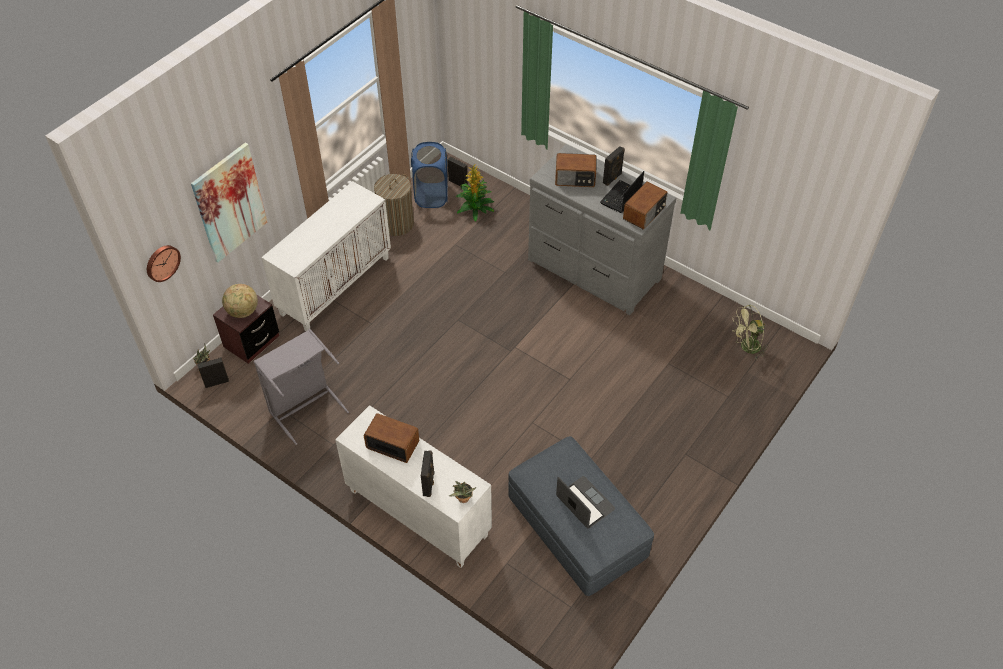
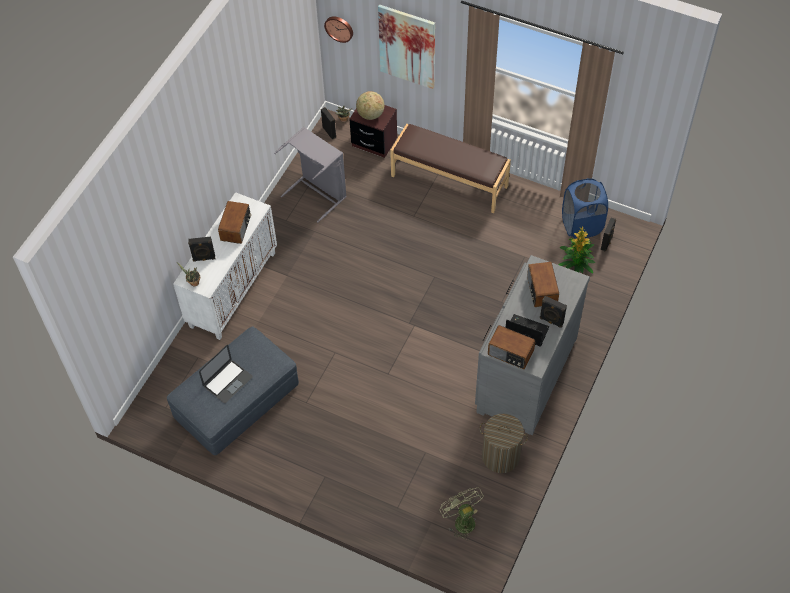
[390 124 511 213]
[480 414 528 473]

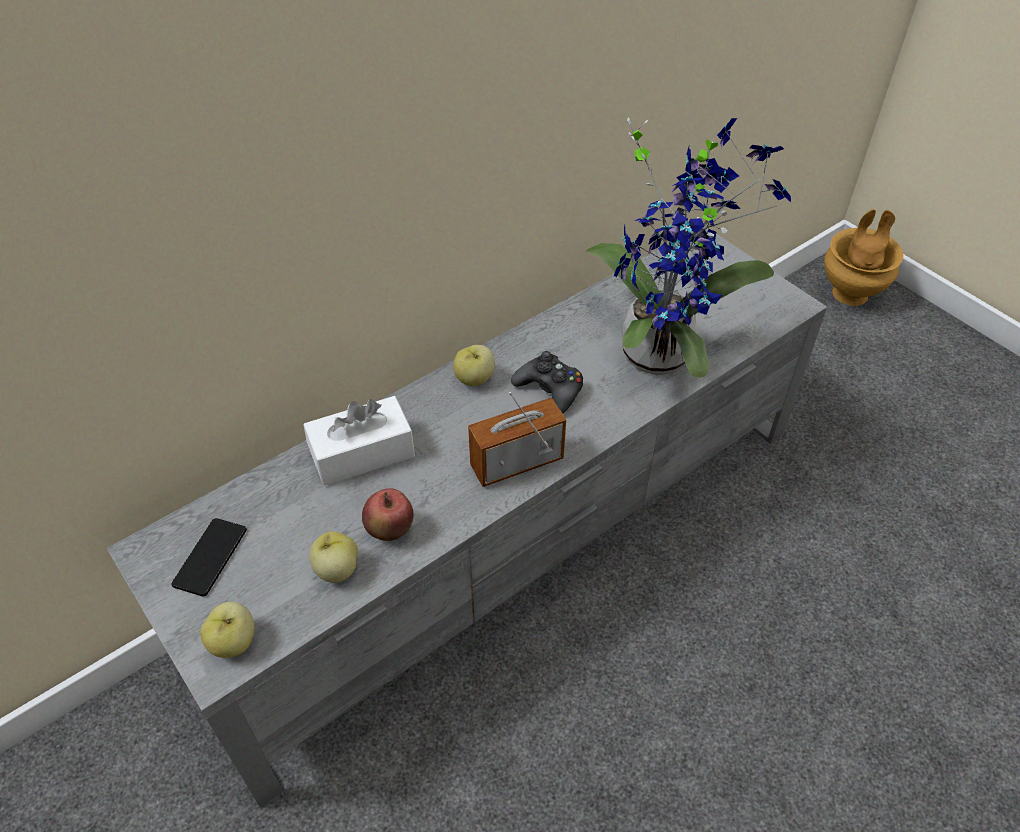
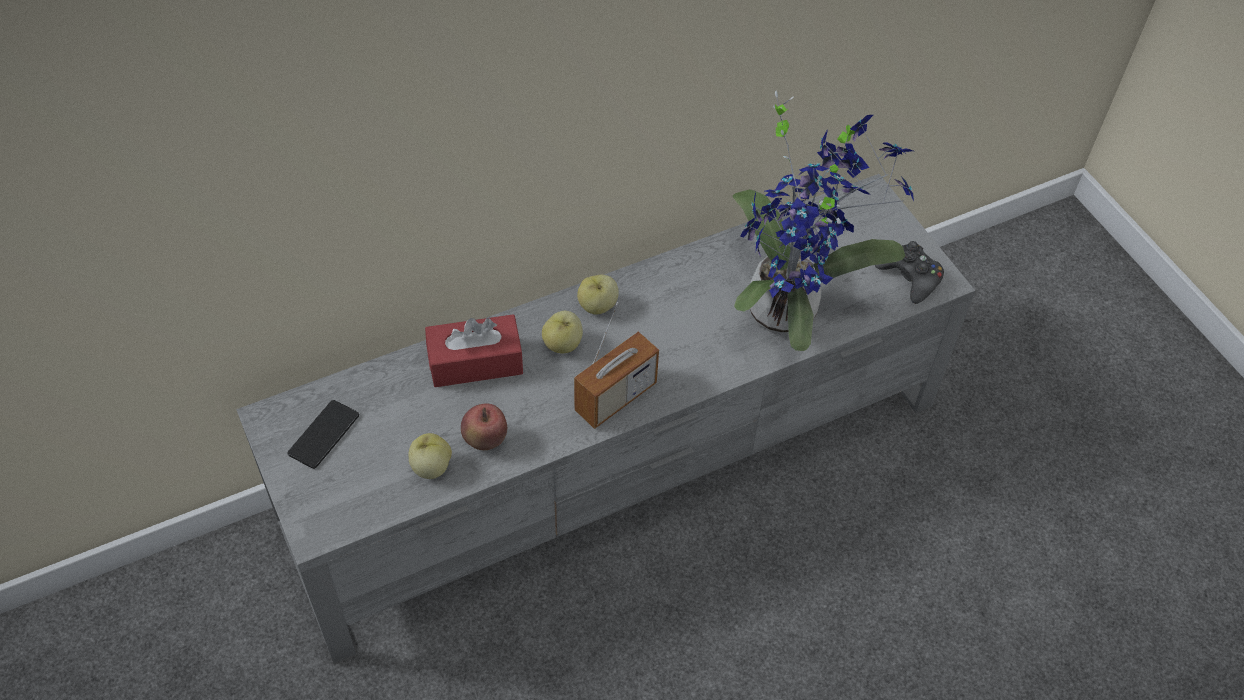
[542 311 583 353]
[425 314 523 387]
[574 302 659 429]
[875 241 944 304]
[824 209 904 306] (first image)

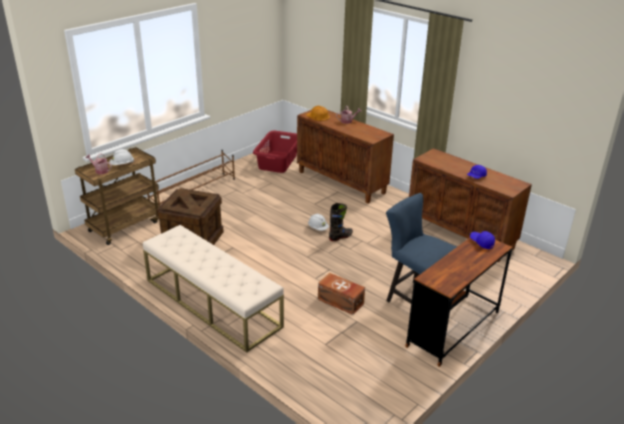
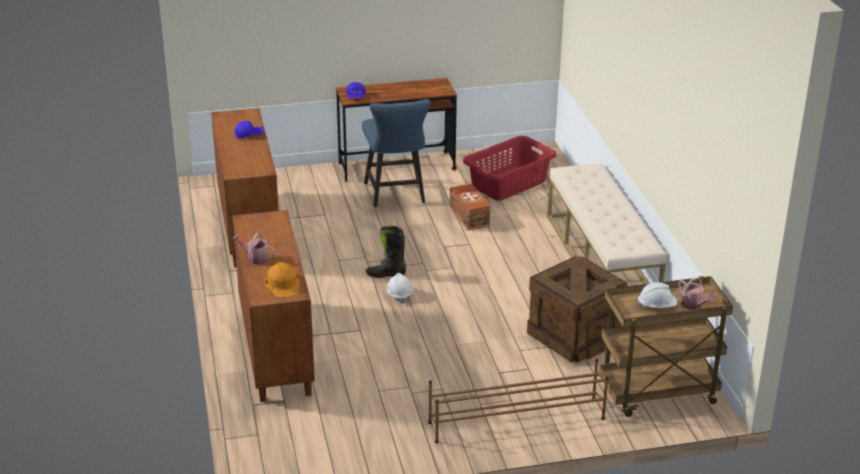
[463 136 557 201]

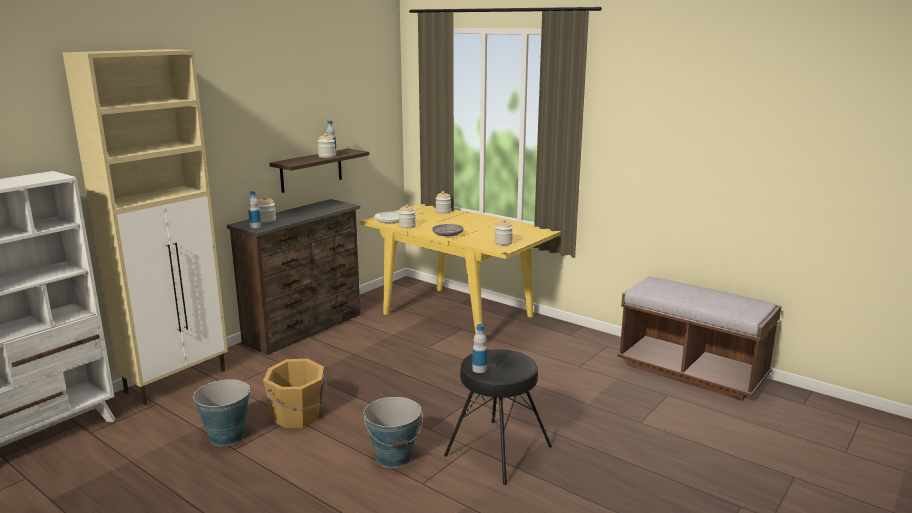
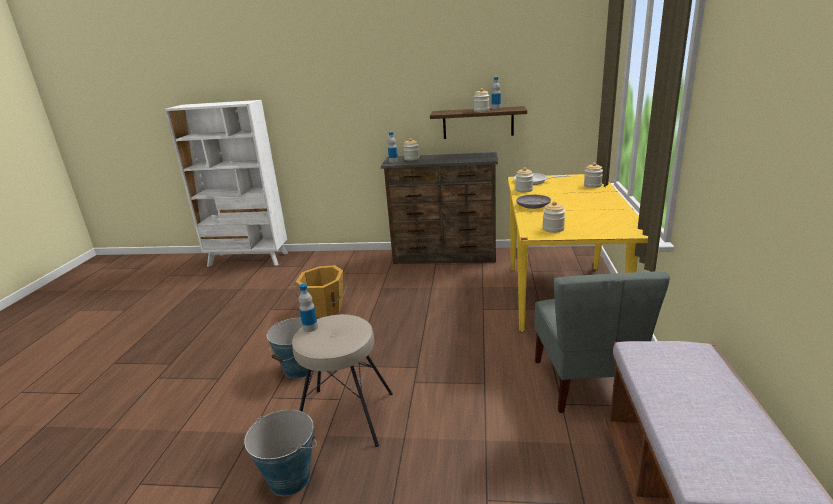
[63 49 228 405] (first image)
[244 409 317 496]
[292 314 393 447]
[535 272 670 413]

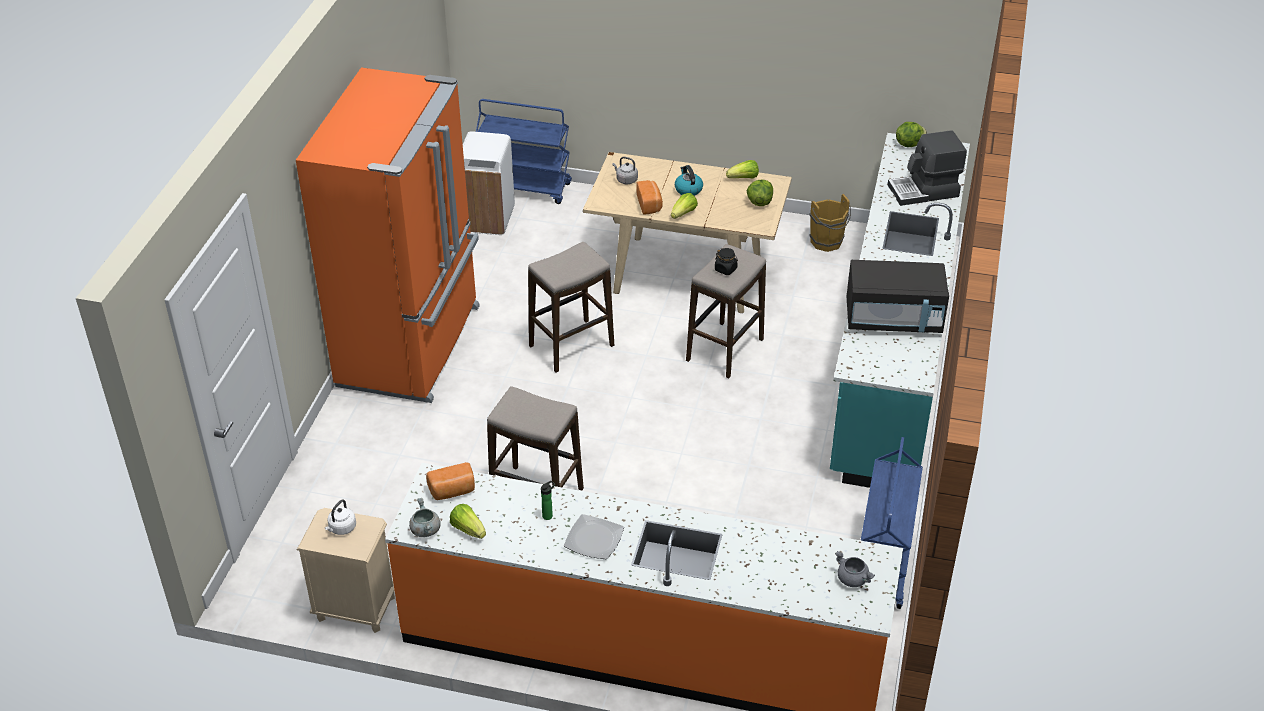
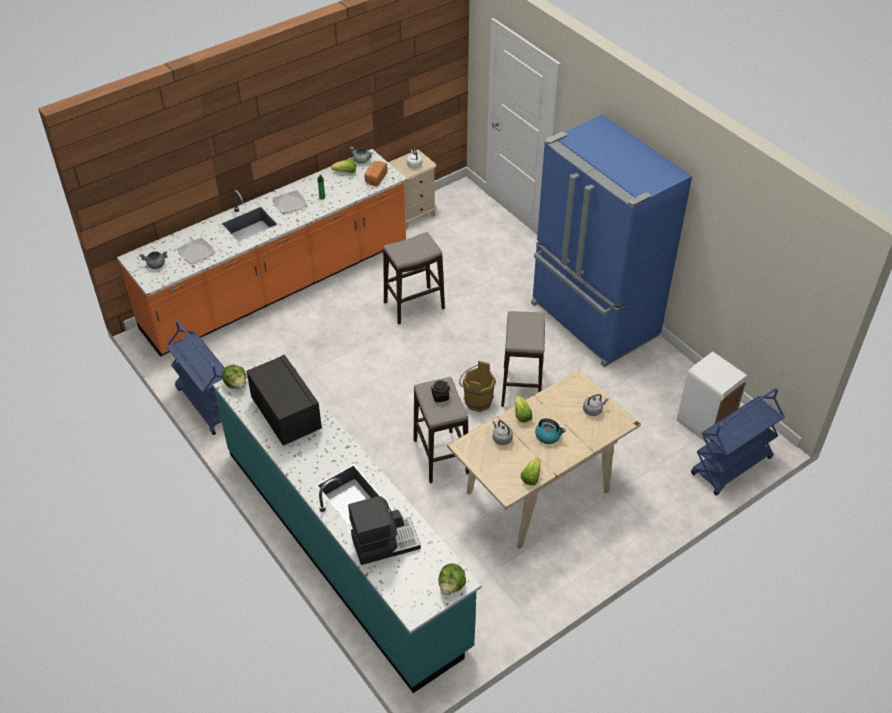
[531 114 692 367]
[636 180 663 214] (first image)
[222 365 246 389]
[459 361 496 412]
[246 355 322 446]
[348 496 421 565]
[177 238 215 264]
[492 420 513 445]

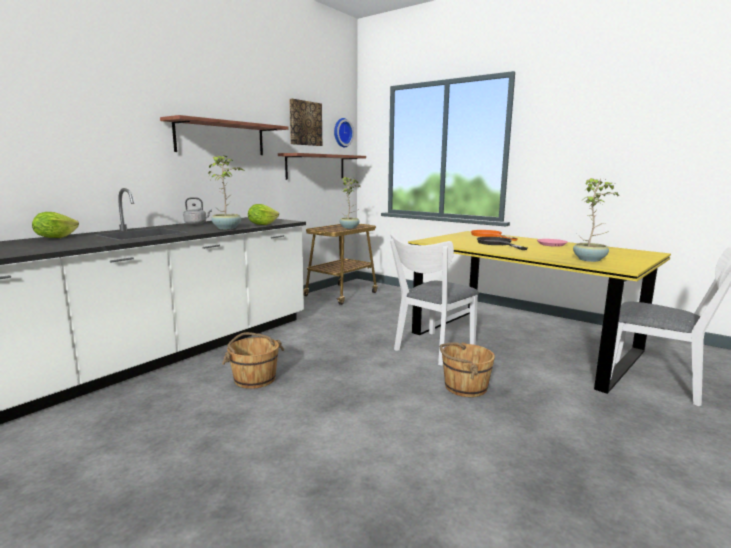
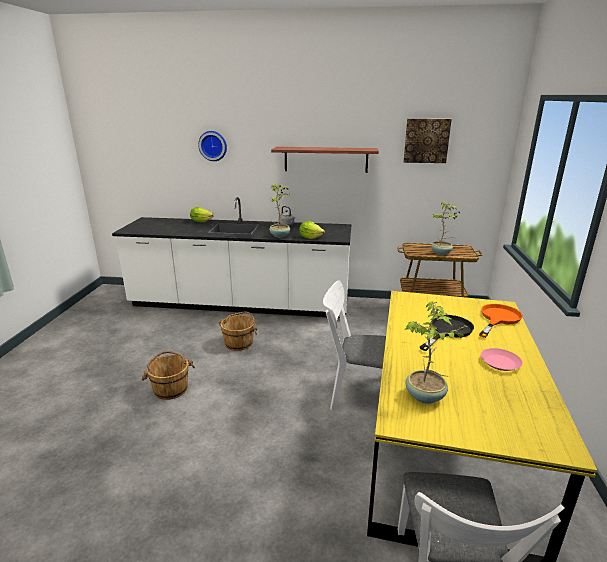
[278 153 366 180] (first image)
[198 131 227 161]
[142 351 195 400]

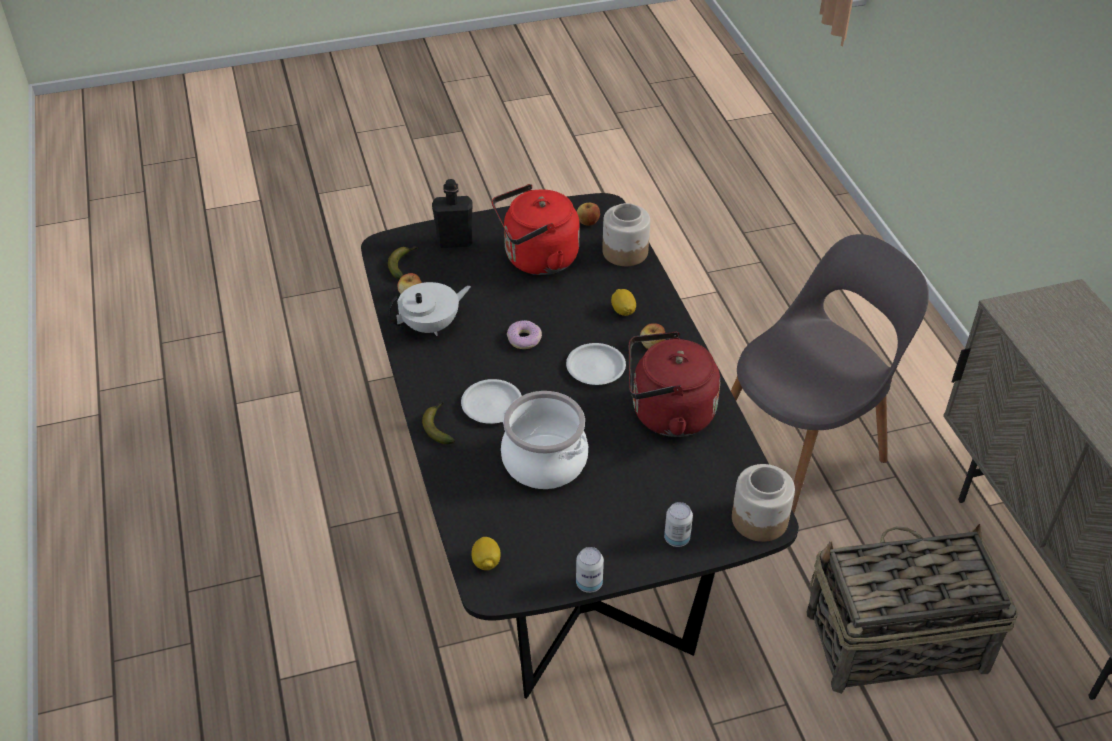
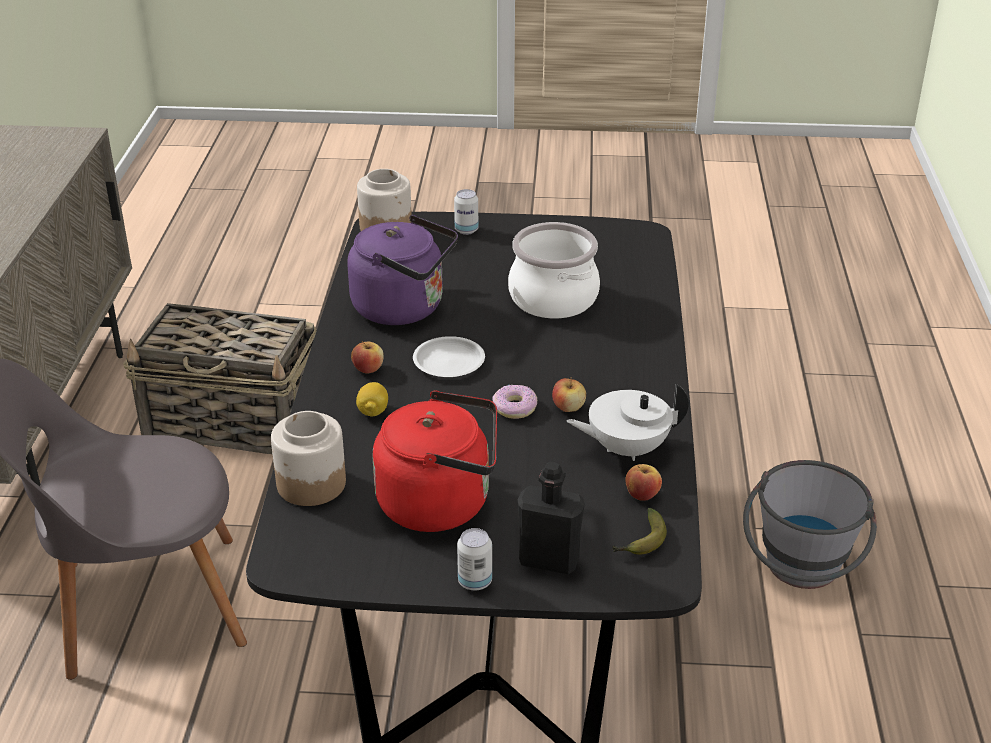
[422 401 455 444] (first image)
[461 379 522 424] (first image)
[472 537 501 570] (first image)
[457 528 492 590]
[552 377 586 412]
[347 215 458 325]
[743 460 877 589]

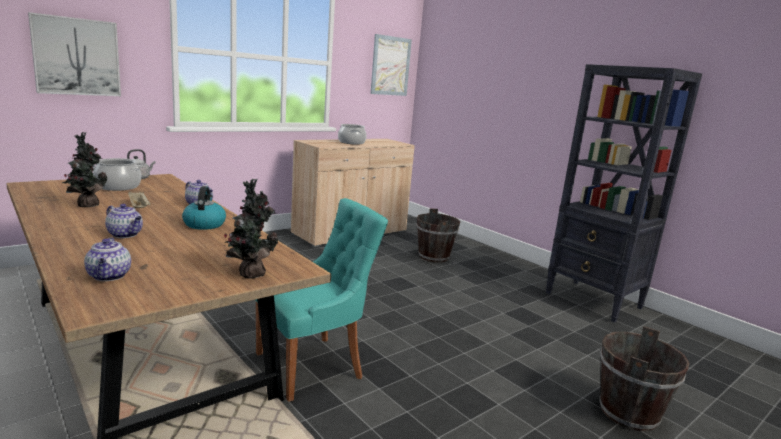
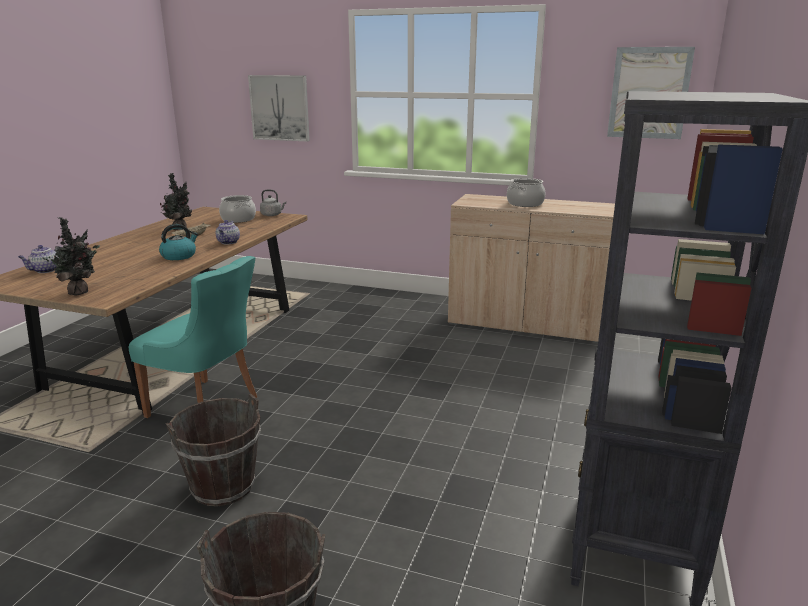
[105 204 143 238] (first image)
[166 394 261 506]

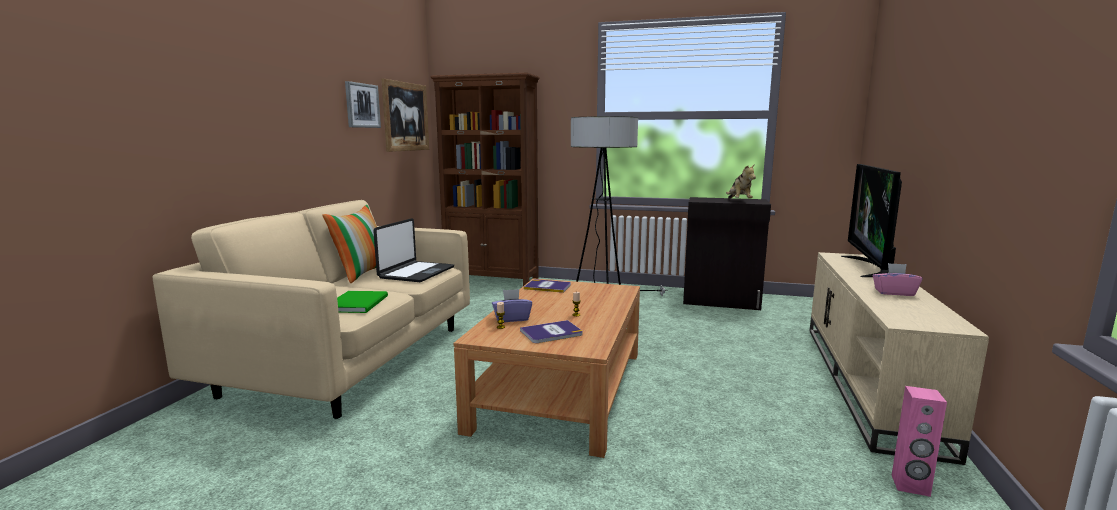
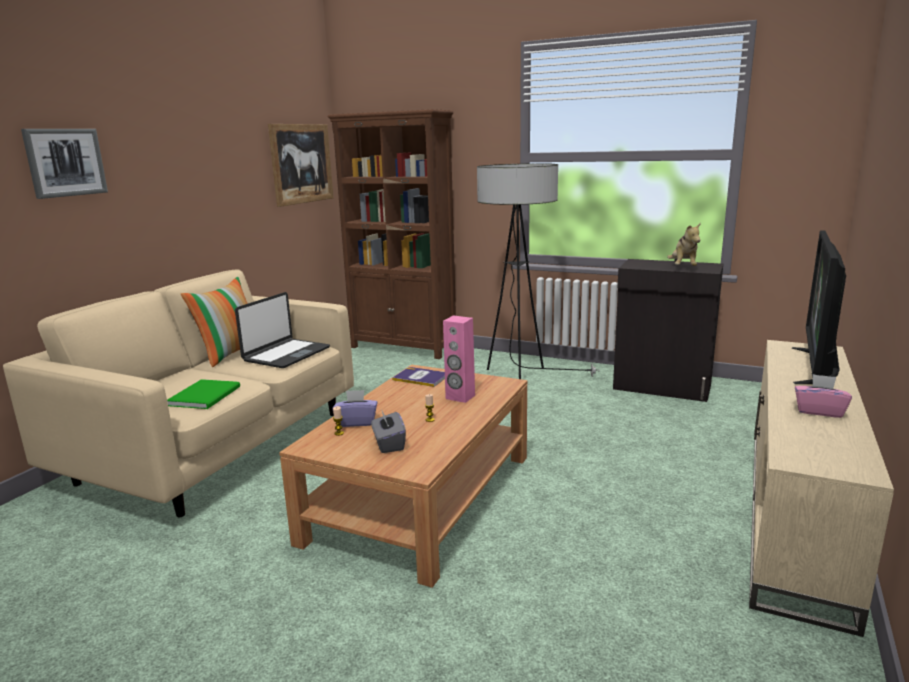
[21 129 108 199]
[371 411 406 453]
[443 315 475 403]

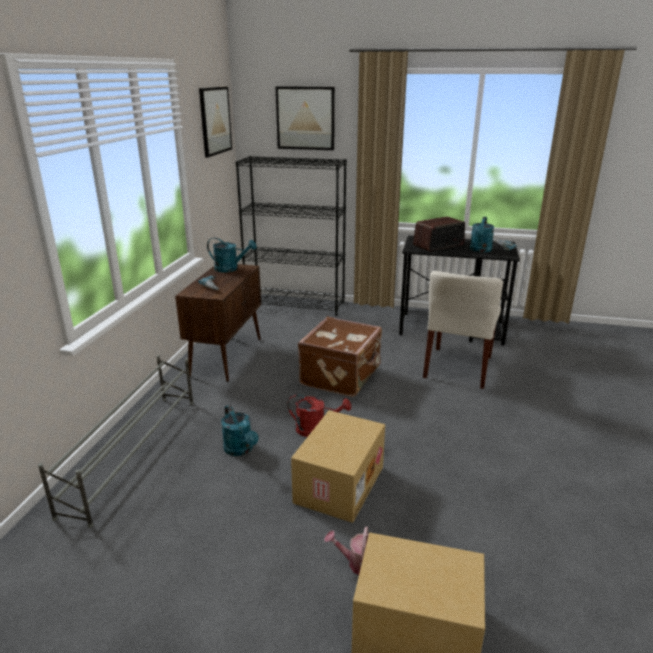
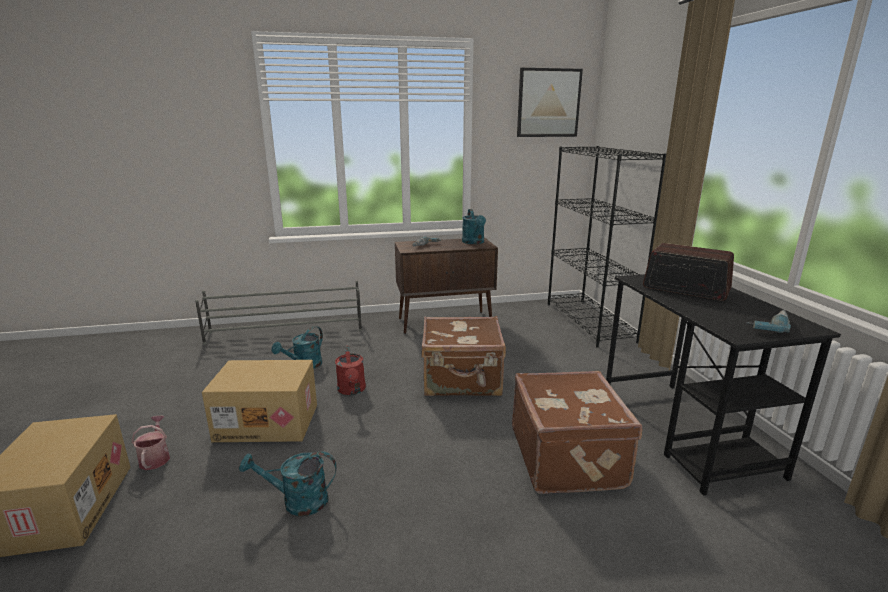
[276 86 335 150] (first image)
[512 371 642 494]
[239 451 337 516]

